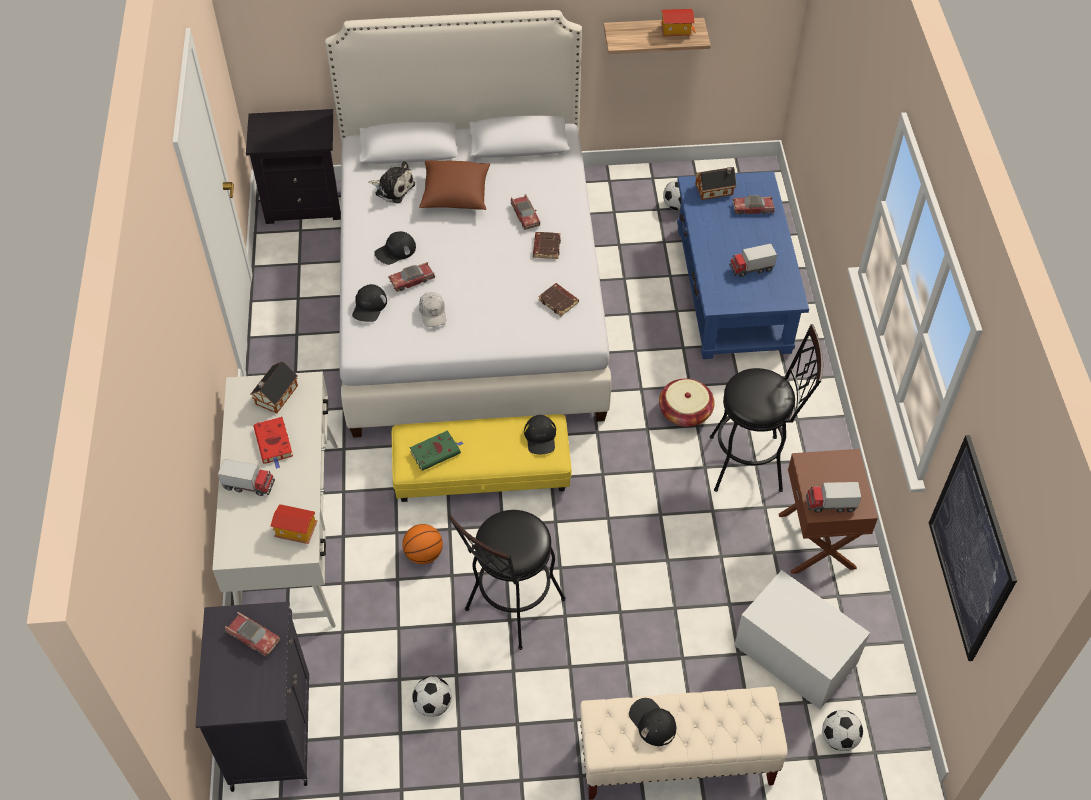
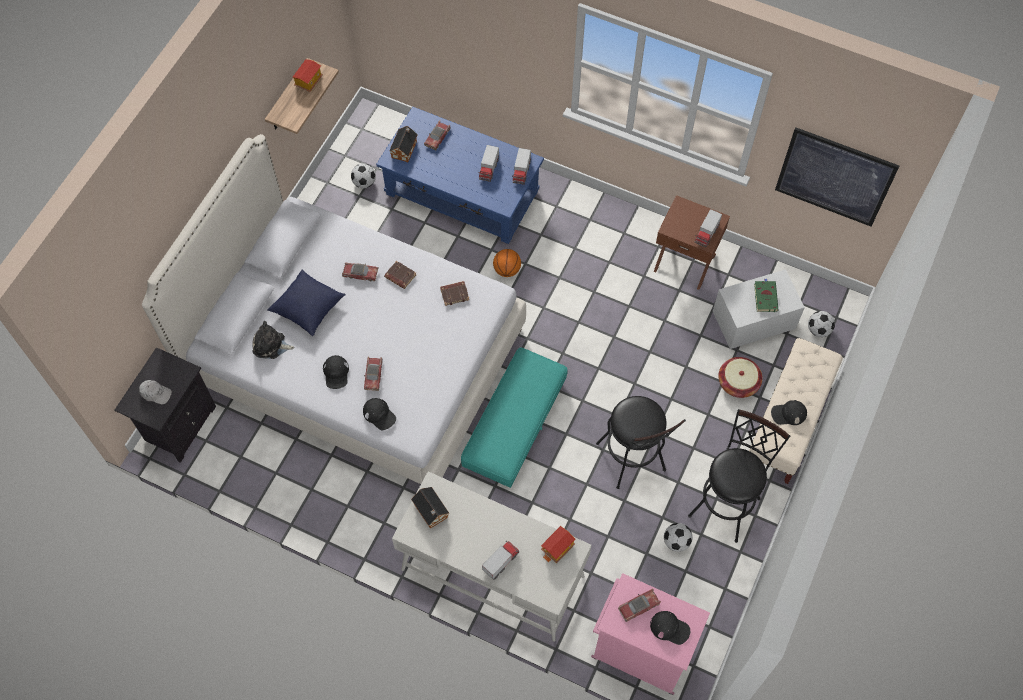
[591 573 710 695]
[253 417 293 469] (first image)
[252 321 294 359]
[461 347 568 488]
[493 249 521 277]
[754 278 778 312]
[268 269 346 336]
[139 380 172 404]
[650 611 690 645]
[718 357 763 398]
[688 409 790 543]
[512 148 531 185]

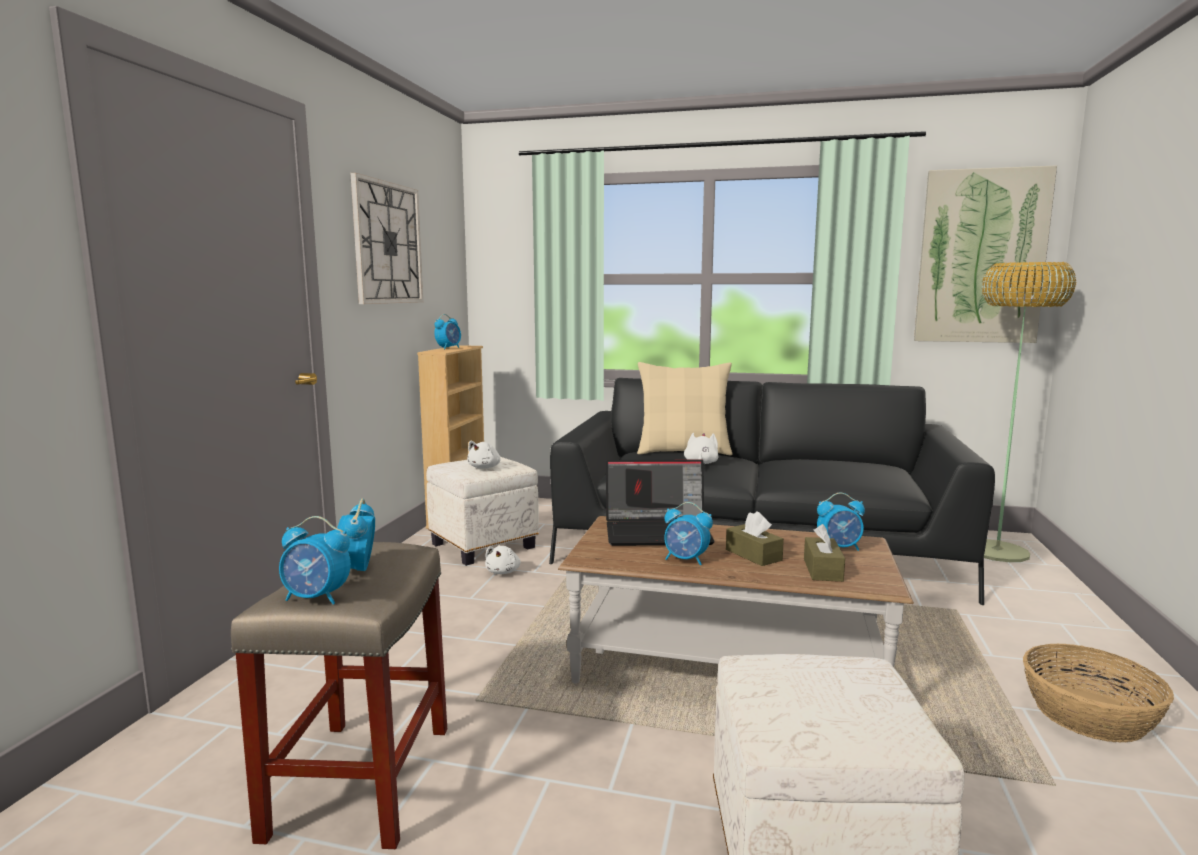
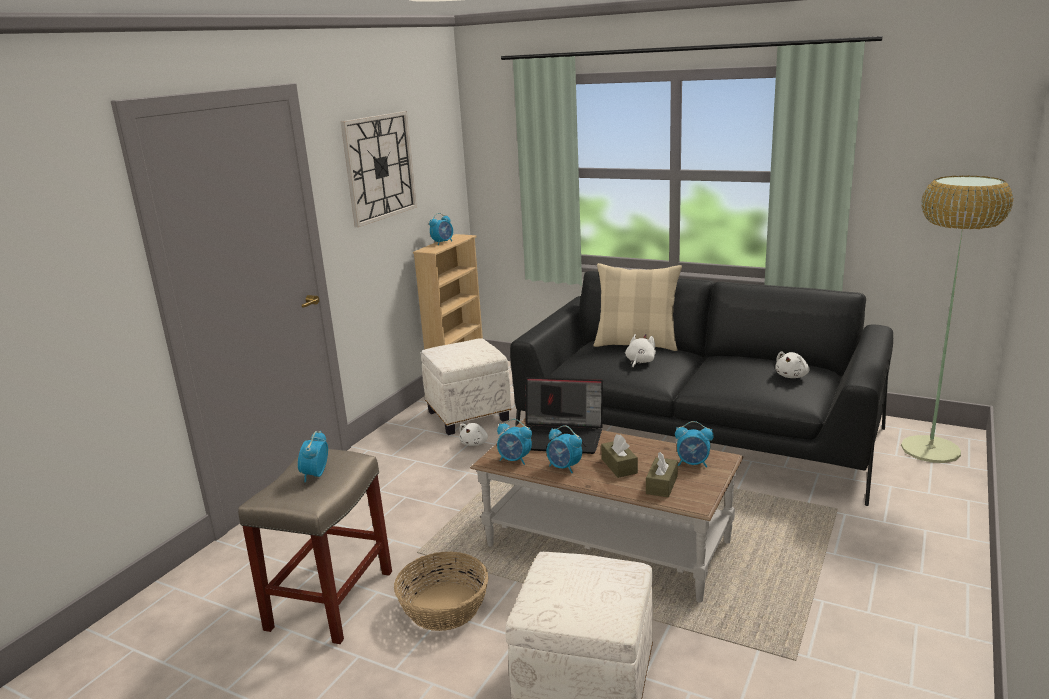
[497 419 532 465]
[775 351 810 378]
[914 165 1057 343] (first image)
[394 552 488 631]

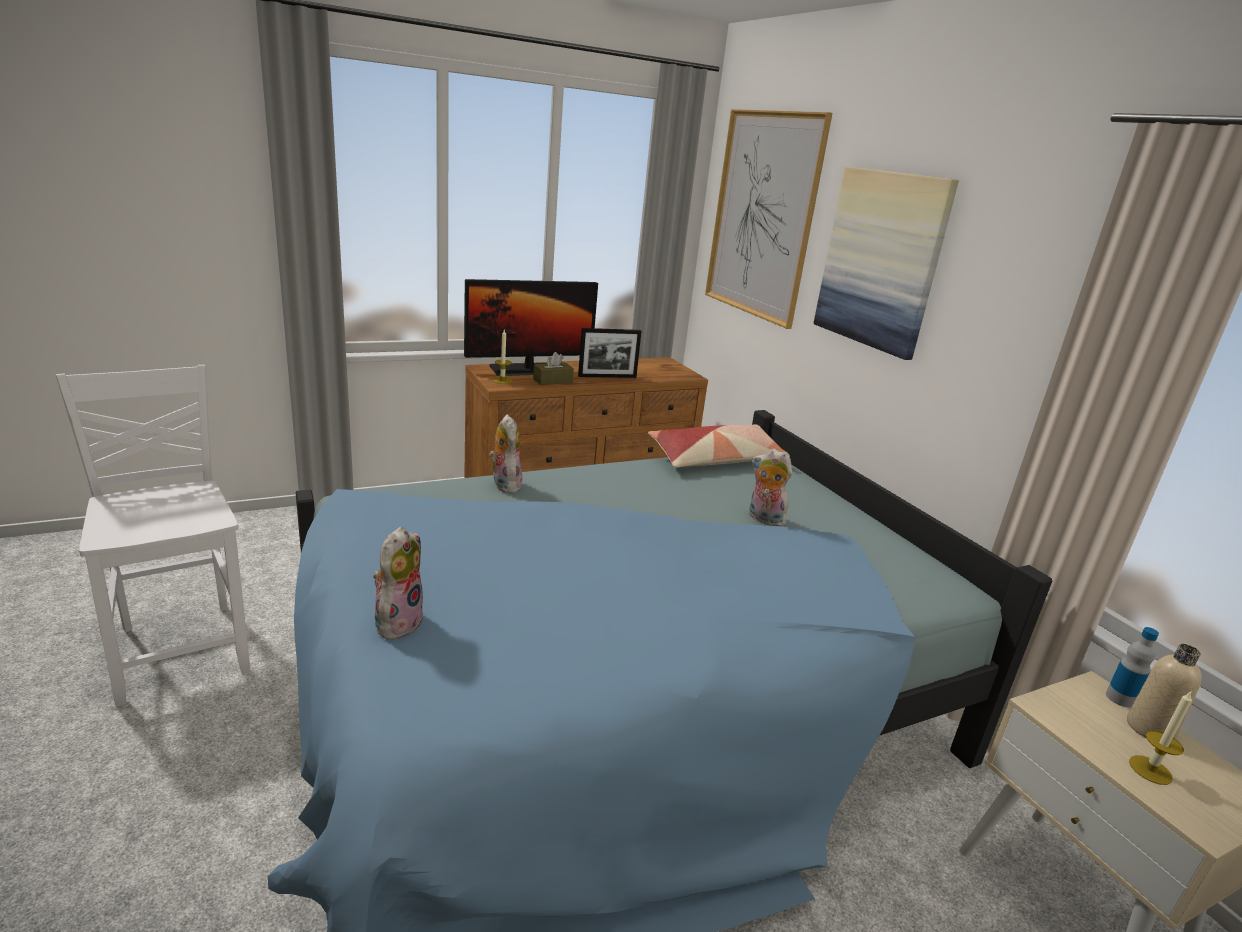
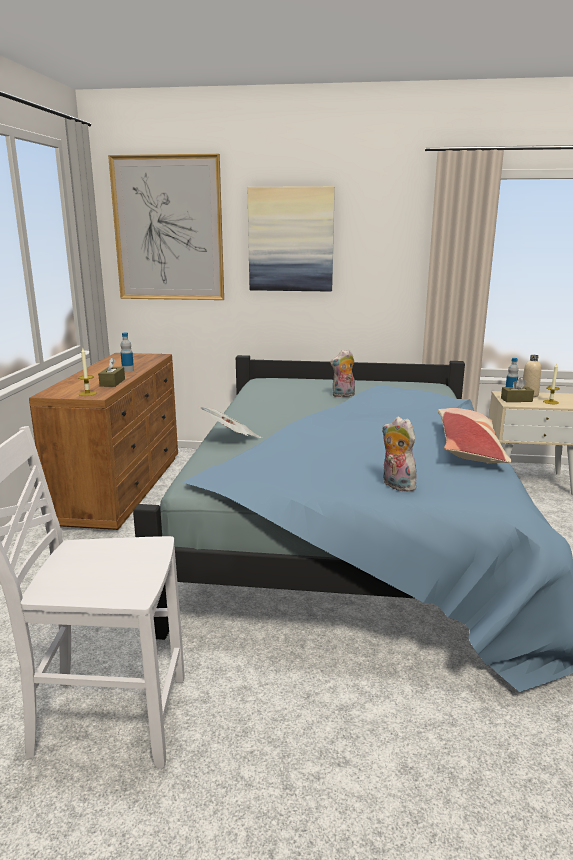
[464 279 598 376] (first image)
[198 407 262 438]
[121 332 134 372]
[438 408 512 464]
[501 378 534 402]

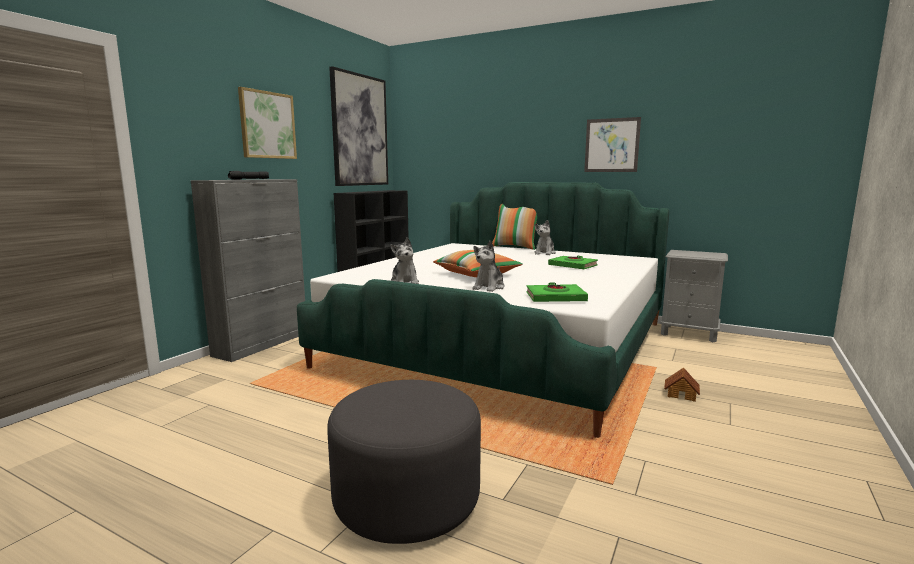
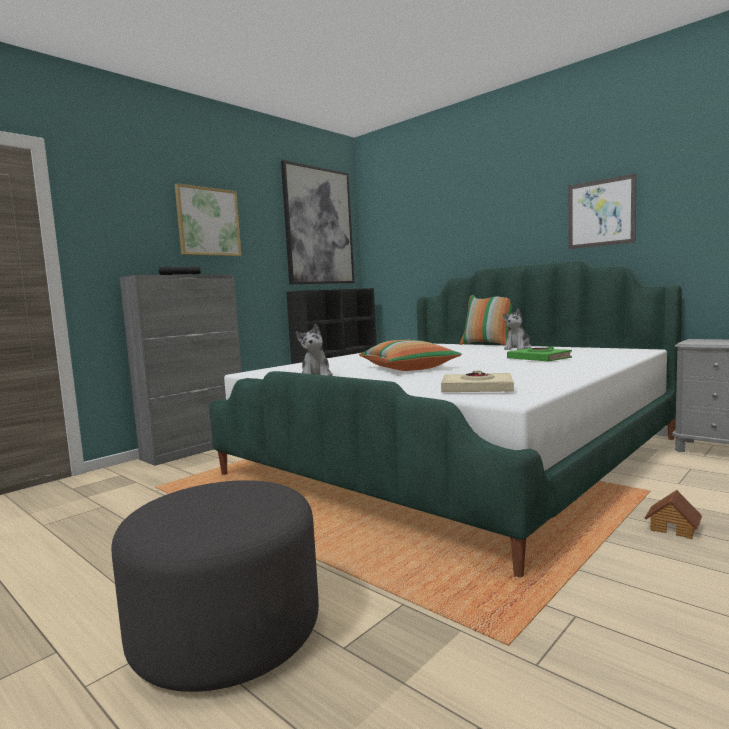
[472 241 505 292] (first image)
[441 371 514 392]

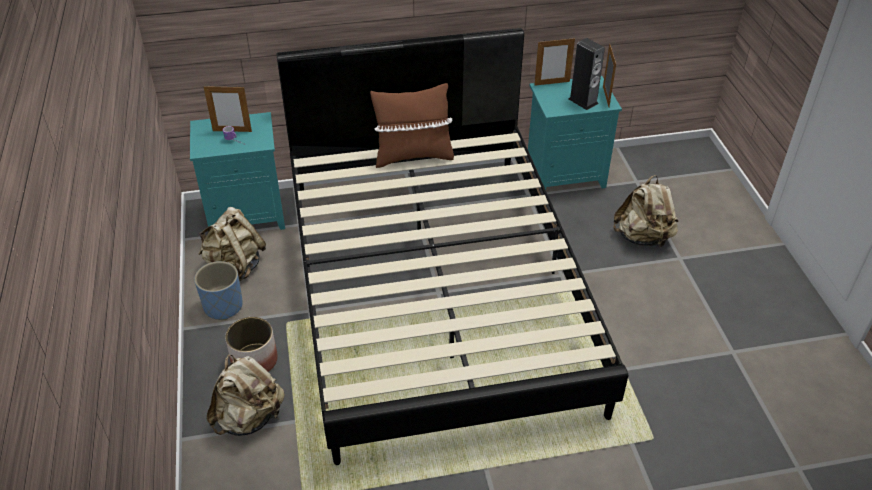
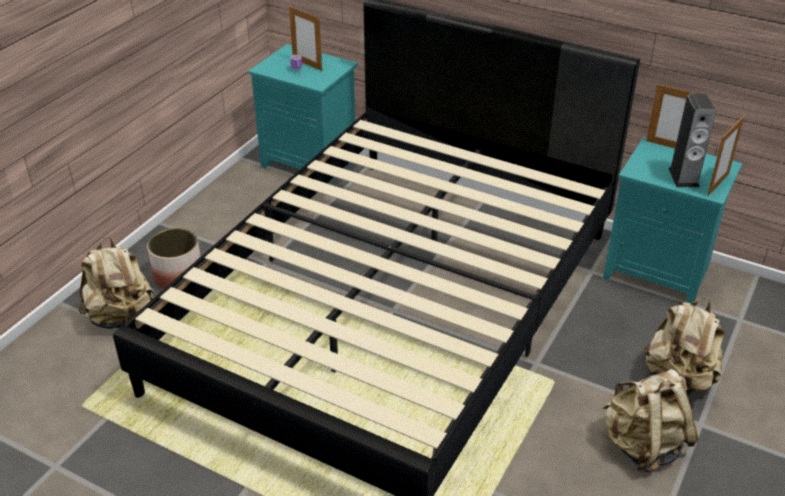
[194 261 243 320] (first image)
[602 369 698 472]
[370 83 454 168] (first image)

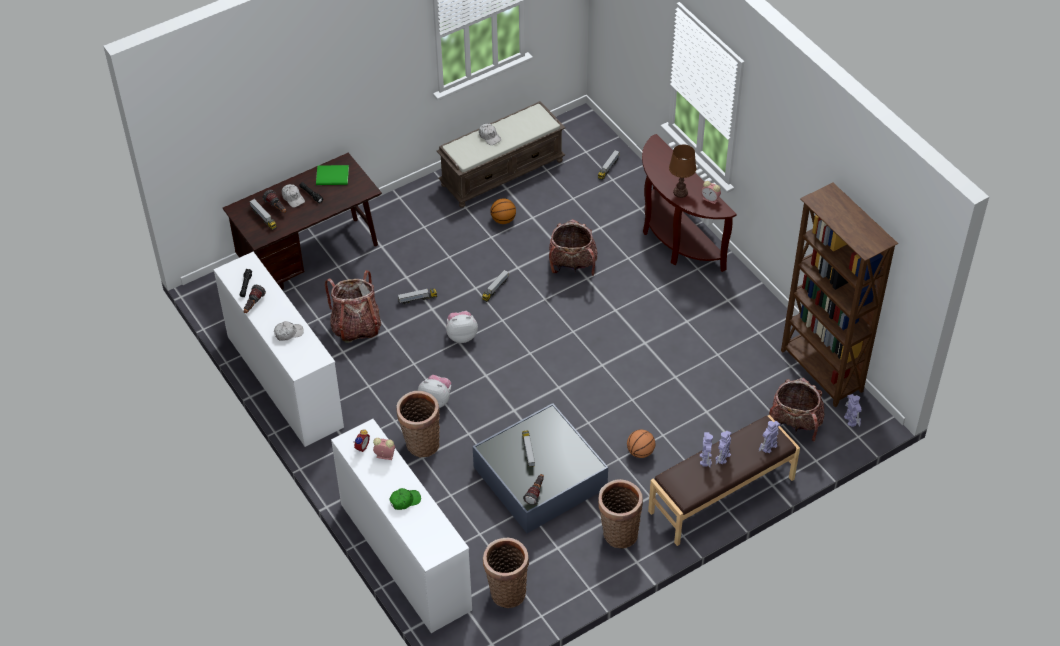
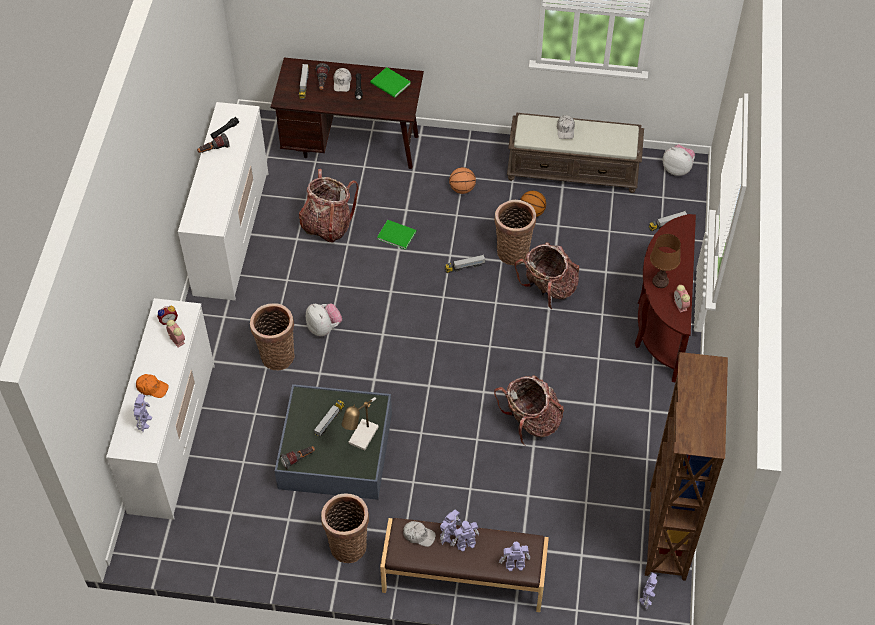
[403 521 436 547]
[136 374 169 398]
[377 220 416 250]
[663 144 695 176]
[495 200 536 265]
[449 167 476 194]
[494 375 564 445]
[133 394 152 433]
[341 397 379 450]

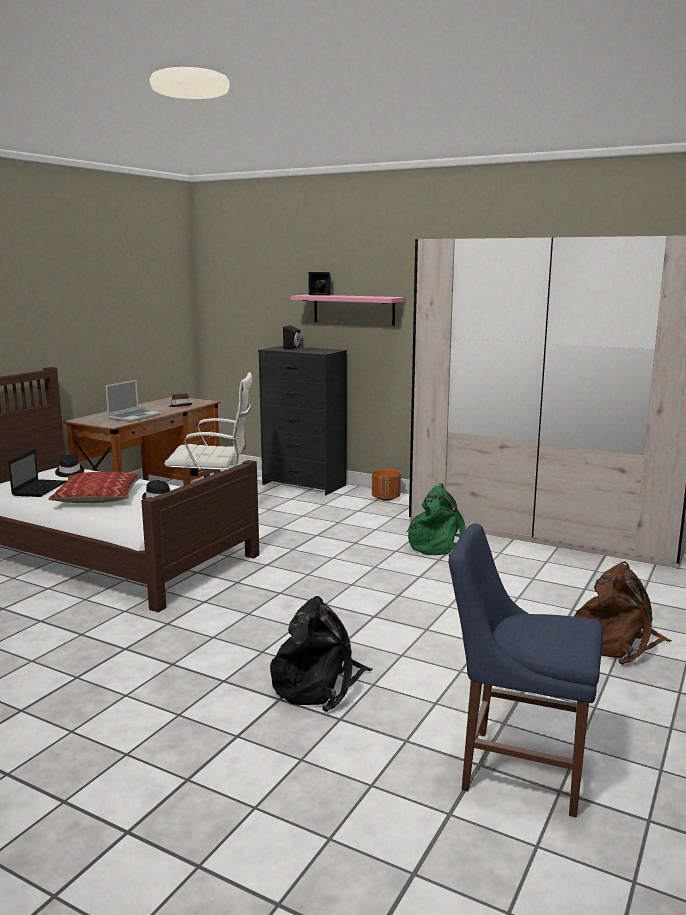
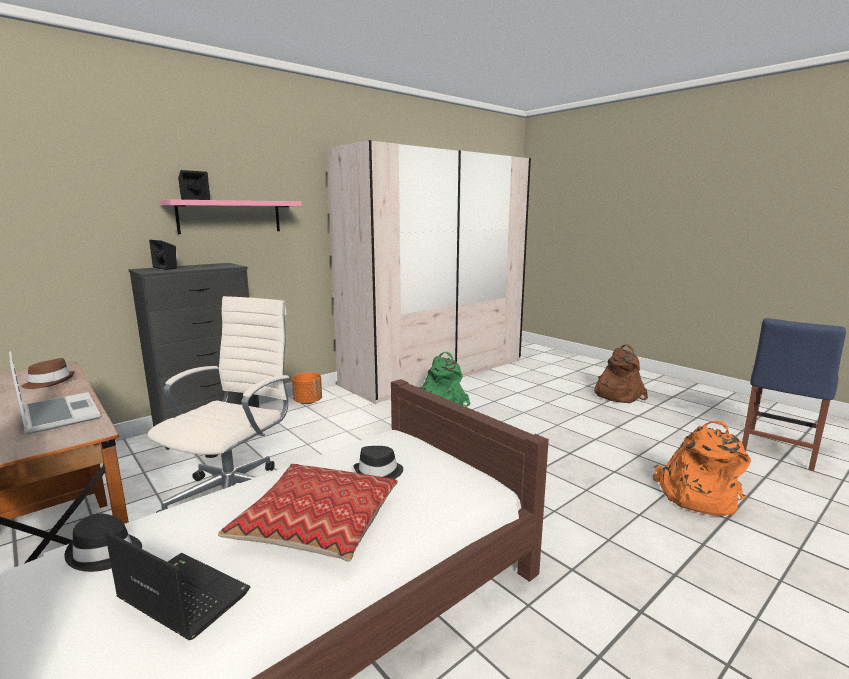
[653 421 751 516]

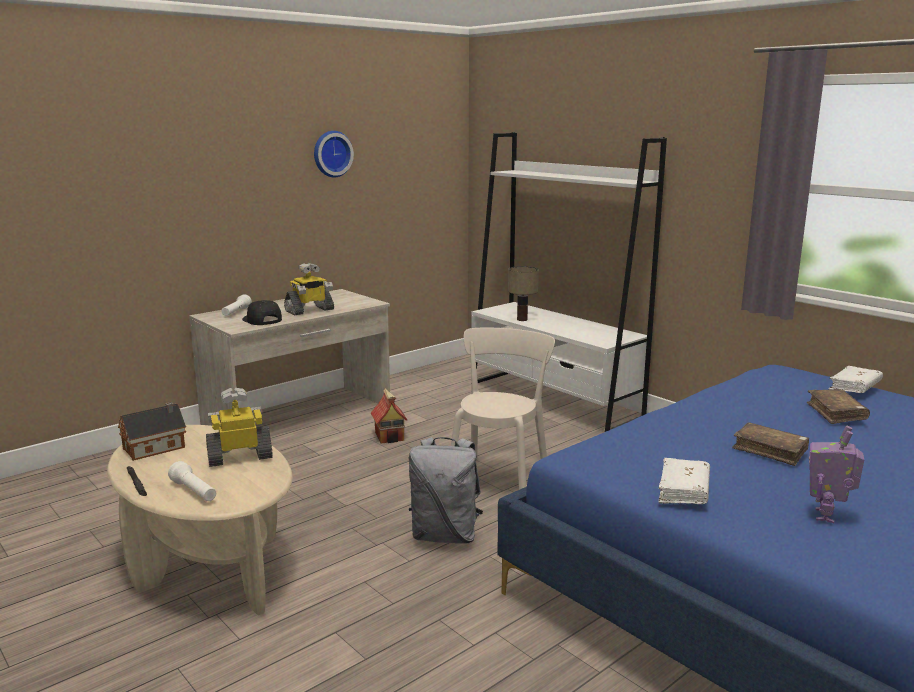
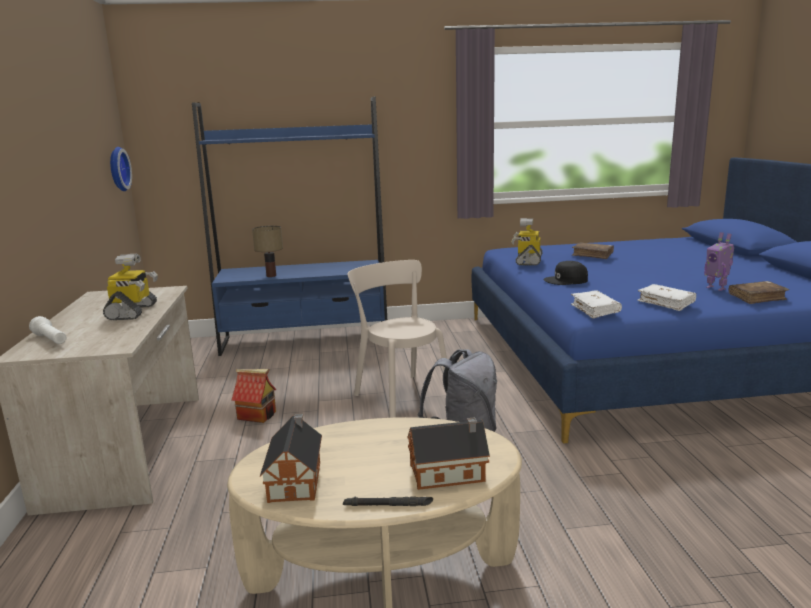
[407 417 490 490]
[511 218 543 266]
[544 261 588 285]
[110 147 132 191]
[192 97 387 356]
[729 281 789 304]
[571 290 622 319]

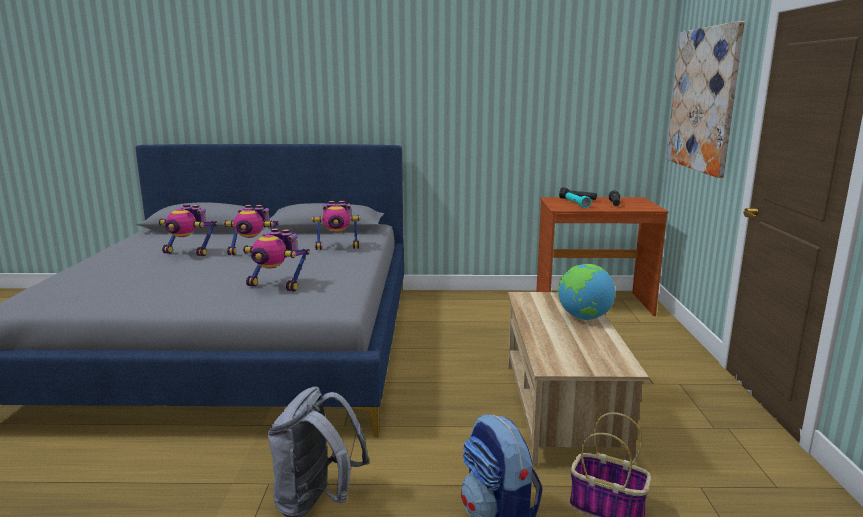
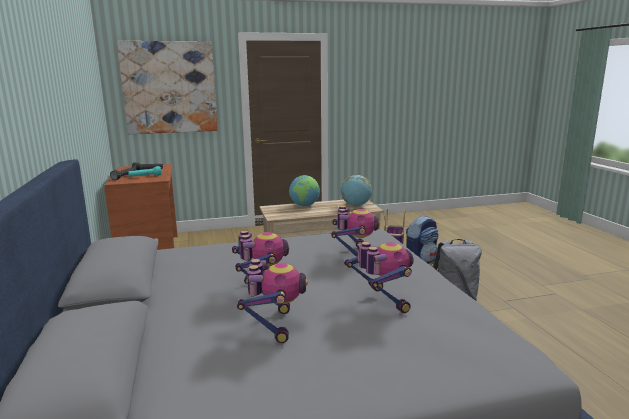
[344 242 414 313]
[341 175 372 206]

